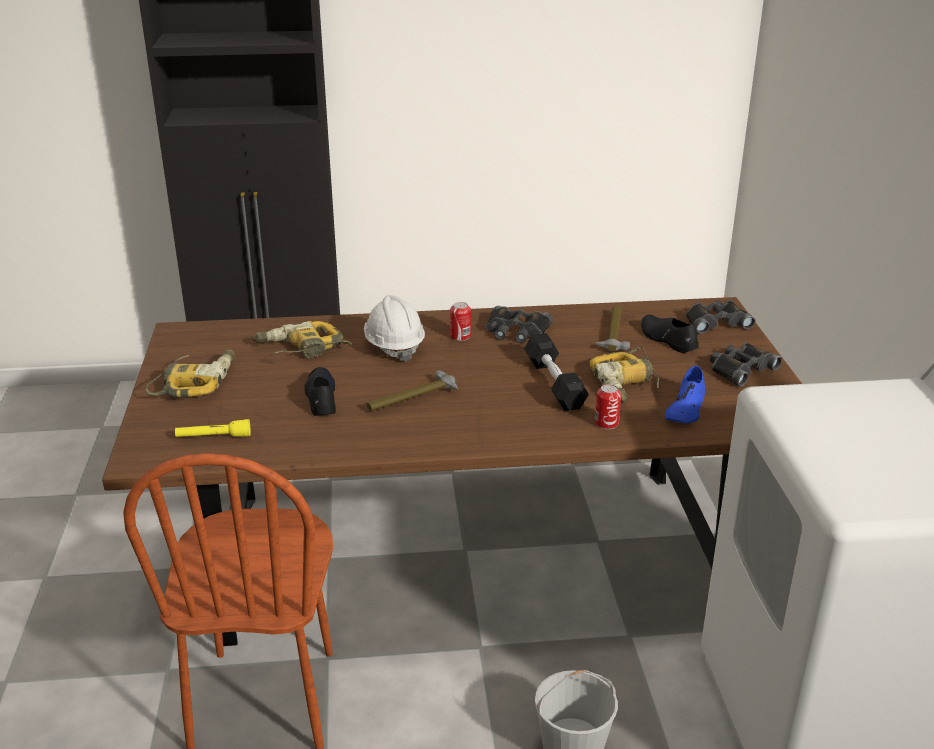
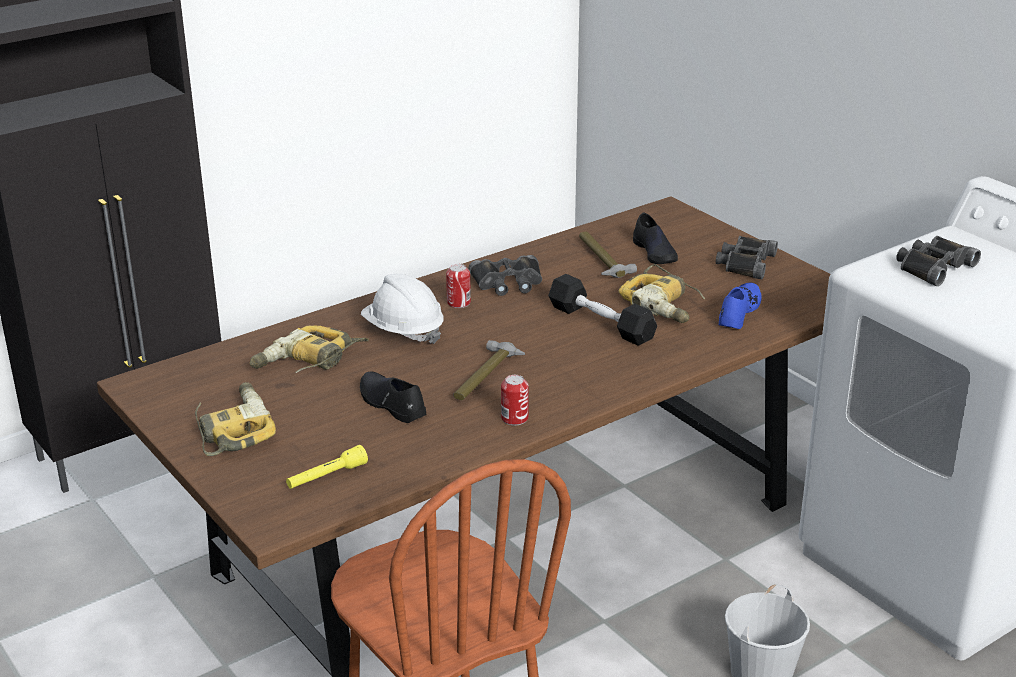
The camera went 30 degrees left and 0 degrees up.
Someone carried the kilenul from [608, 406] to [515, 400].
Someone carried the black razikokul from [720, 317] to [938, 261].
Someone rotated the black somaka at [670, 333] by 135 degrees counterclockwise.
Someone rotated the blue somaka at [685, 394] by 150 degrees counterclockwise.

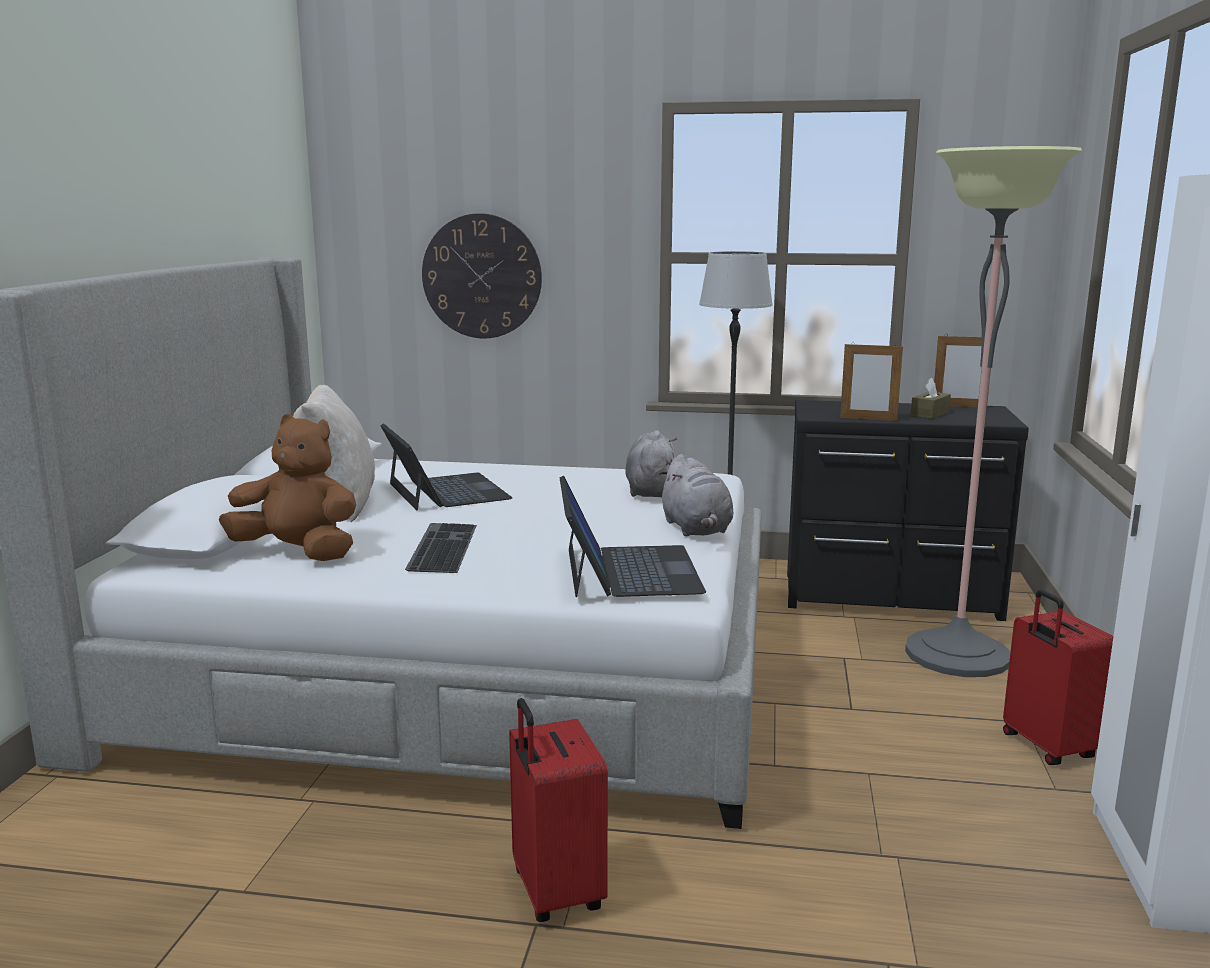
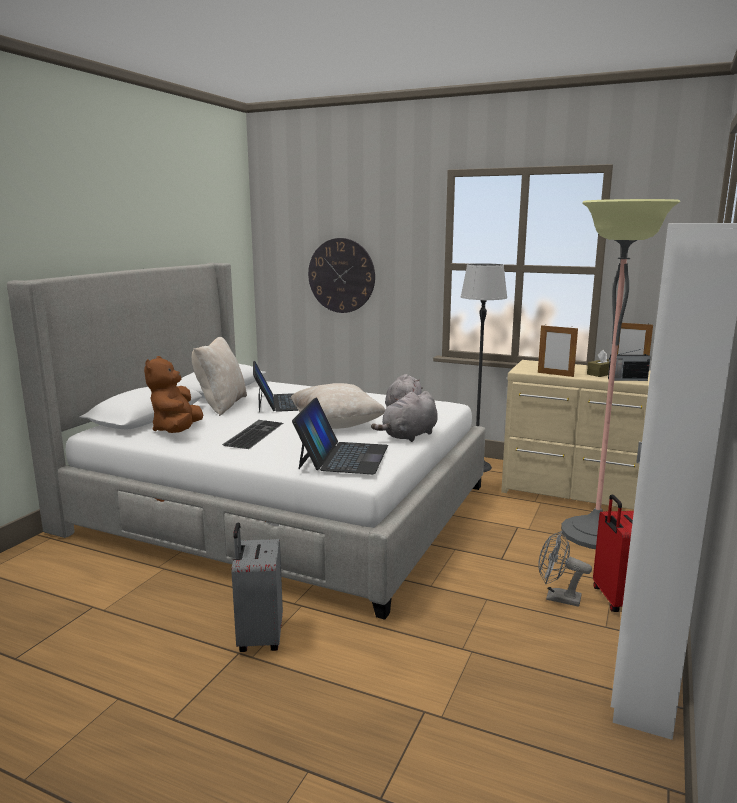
The camera went 15 degrees right and 0 degrees up.
Someone put down the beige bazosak at [337, 406].
Someone put down the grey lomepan at [565, 569].
Someone put down the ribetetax at [629, 364].
Someone repainted the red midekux at [558, 810], which became the grey midekux at [257, 587].
Someone repainted the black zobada at [908, 510], which became the beige zobada at [575, 435].
Someone rotated the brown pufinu at [287, 487] by 120 degrees counterclockwise.
Someone rotated the grey pufinu at [696, 495] by 45 degrees clockwise.

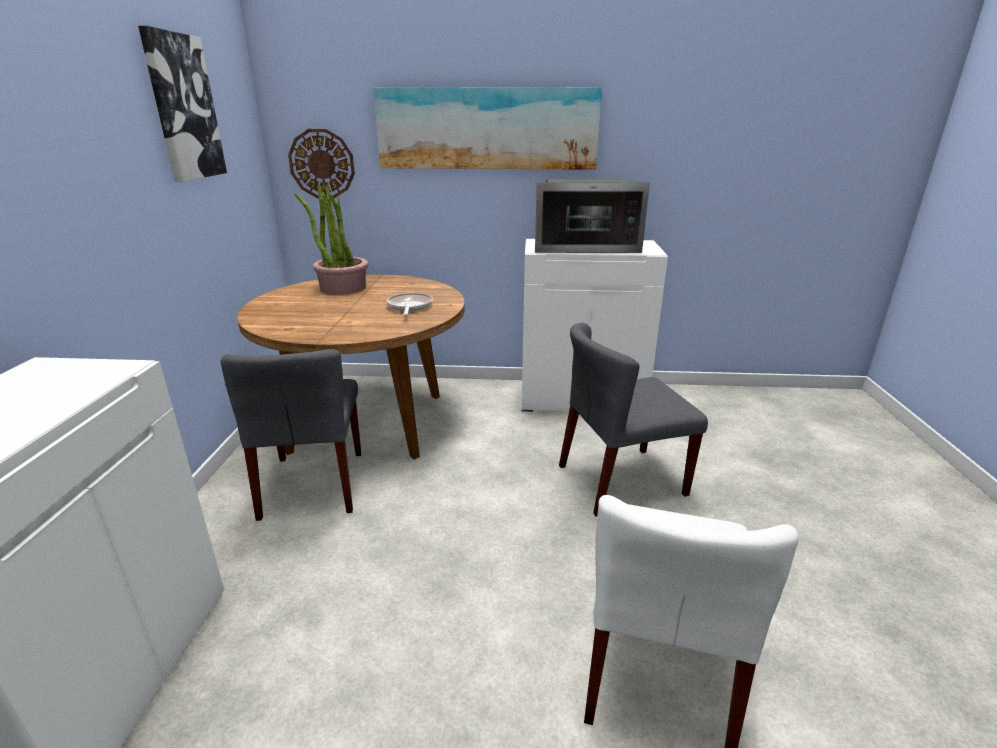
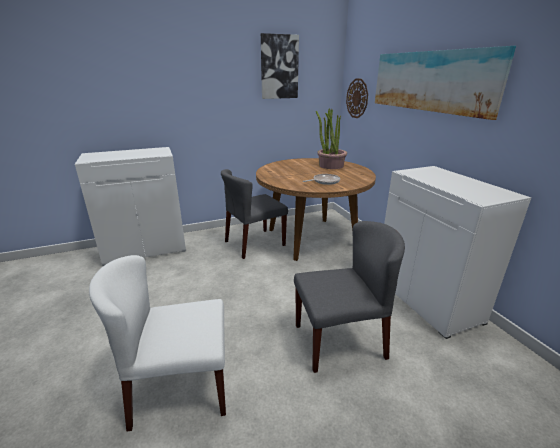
The camera went 65 degrees right and 0 degrees up.
Someone took away the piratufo at [592, 216].
Someone rotated the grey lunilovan at [633, 419] by 120 degrees clockwise.

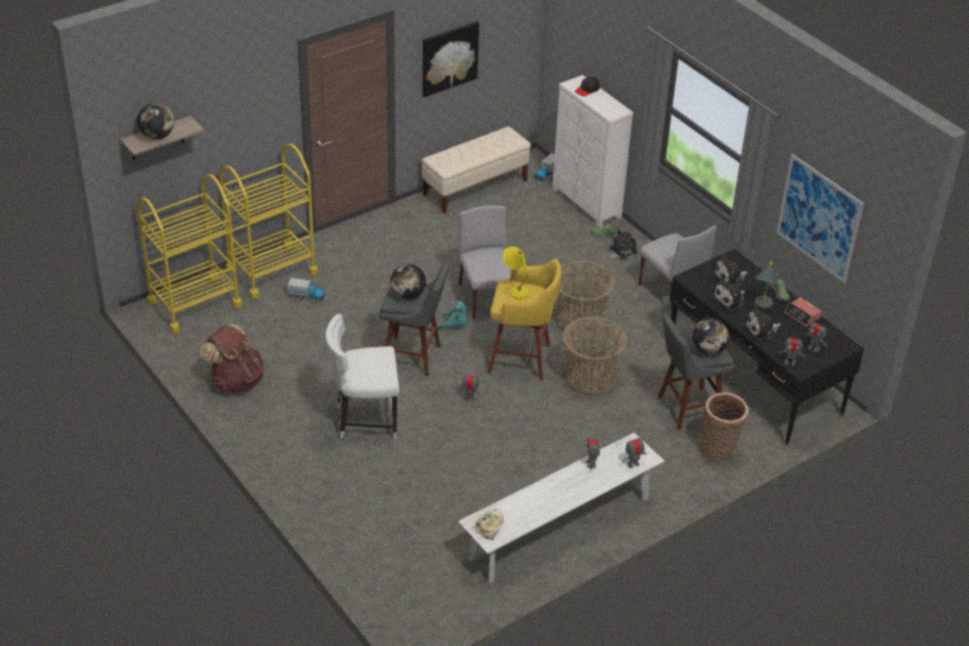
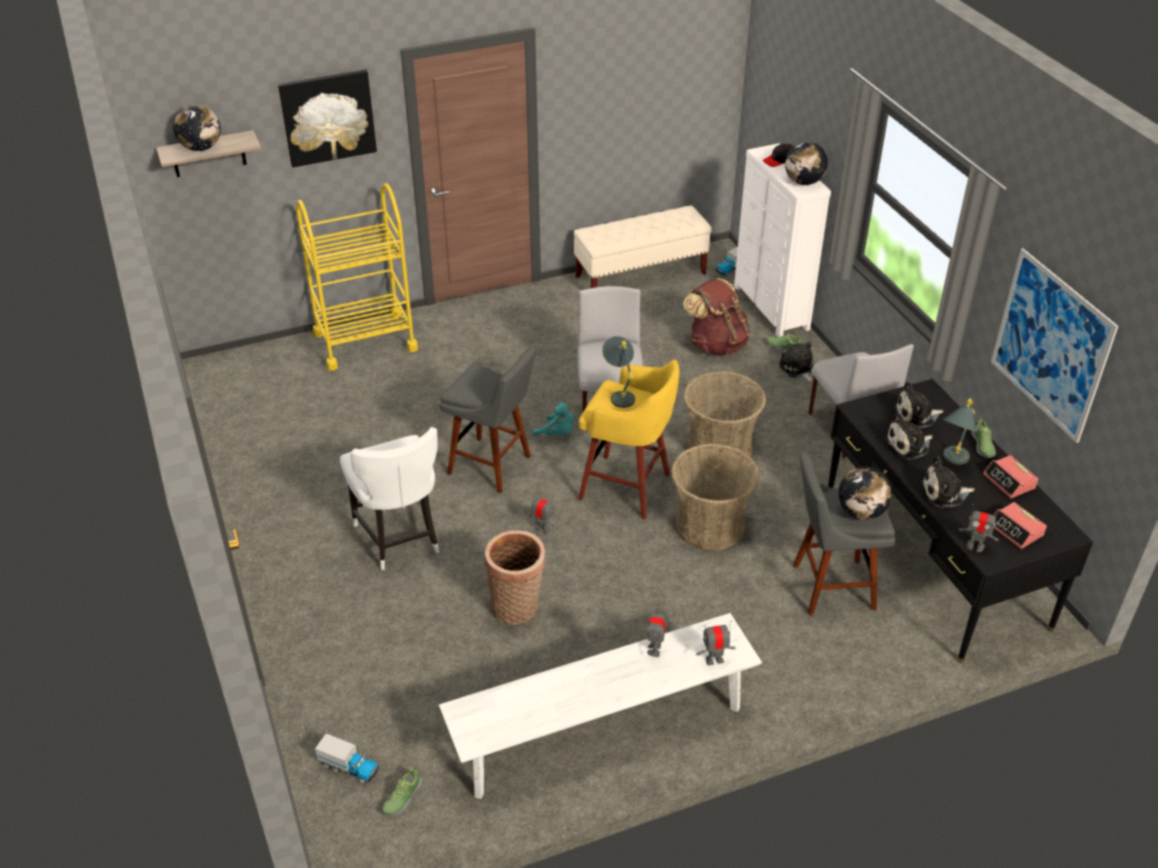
The camera went 15 degrees right and 0 degrees up.
Someone took away the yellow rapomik at [189, 253].
Someone took away the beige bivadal at [489, 524].
Someone put down the somaka at [402, 791].
Someone carried the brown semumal from [232, 358] to [716, 316].
Someone carried the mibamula from [306, 290] to [347, 759].
Someone carried the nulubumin from [408, 282] to [806, 163].
Someone carried the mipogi from [450, 59] to [327, 118].
Someone carried the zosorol from [724, 427] to [515, 577].
Someone swapped the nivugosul at [816, 335] for the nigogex at [1020, 525].
Someone repainted the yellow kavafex at [516, 272], which became the grey kavafex at [618, 372].
Someone rotated the white lunilovan at [362, 376] by 120 degrees counterclockwise.
Someone rotated the pufinu at [623, 244] by 90 degrees counterclockwise.

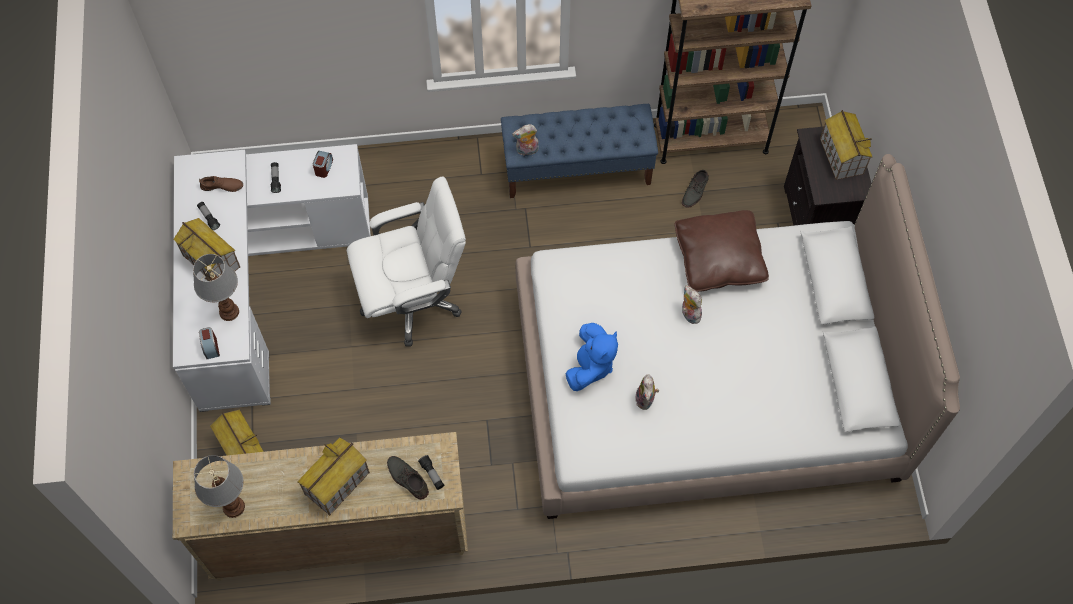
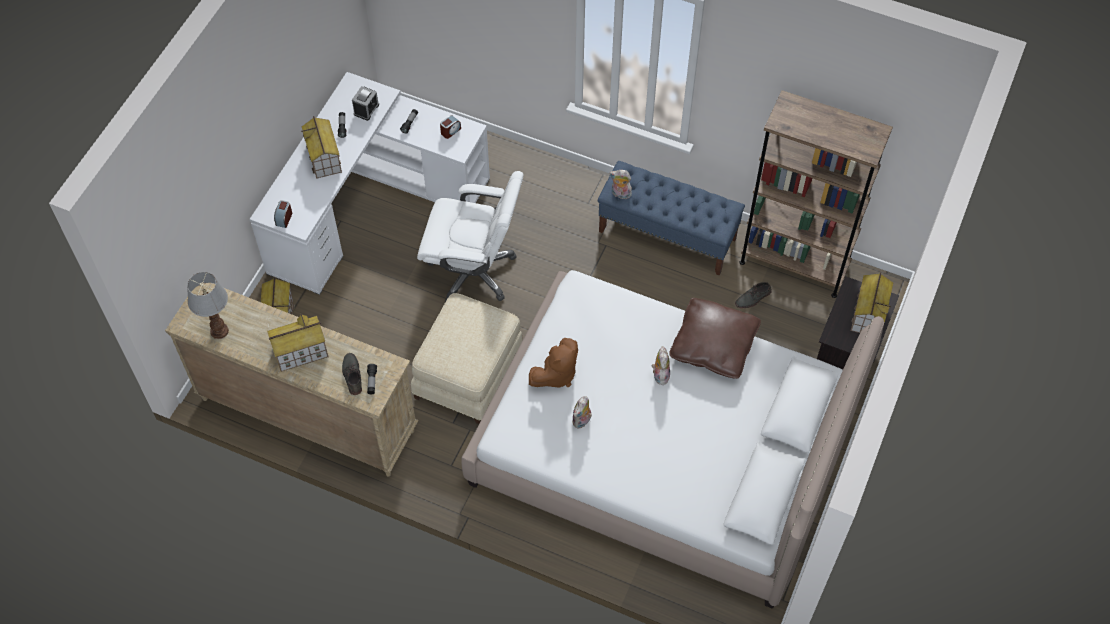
The camera went 30 degrees right and 5 degrees down.
Someone took away the kavafex at [216, 287].
Someone put down the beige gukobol at [467, 358].
Someone swapped the brown somaka at [221, 184] for the nigogex at [365, 103].
Someone repainted the blue pufinu at [592, 357], which became the brown pufinu at [553, 363].

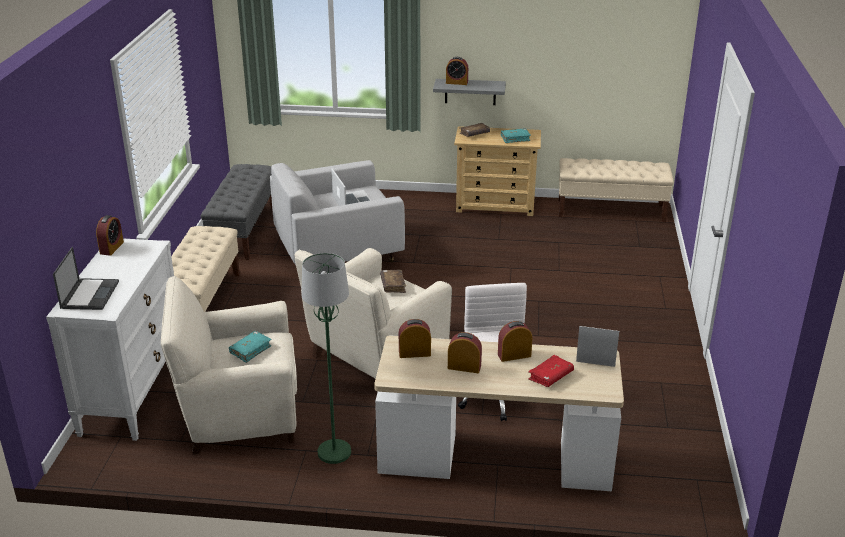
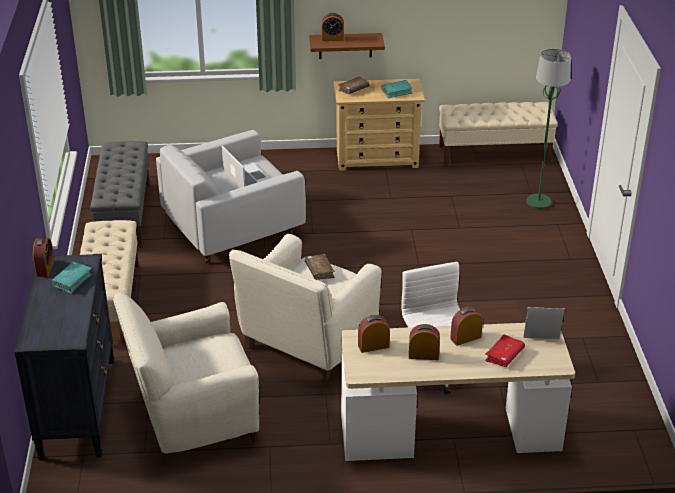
The camera went 10 degrees left and 5 degrees up.
Someone took away the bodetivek at [86, 278].
Someone carried the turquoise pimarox from [250, 347] to [71, 277].
Someone carried the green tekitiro from [326, 358] to [548, 129].
Someone repainted the white zobada at [110, 340], which became the black zobada at [64, 357].
Someone repainted the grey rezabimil at [469, 92], which became the brown rezabimil at [347, 46].

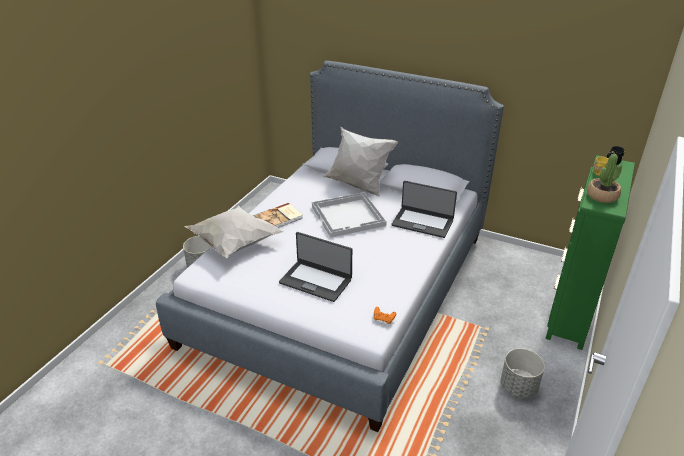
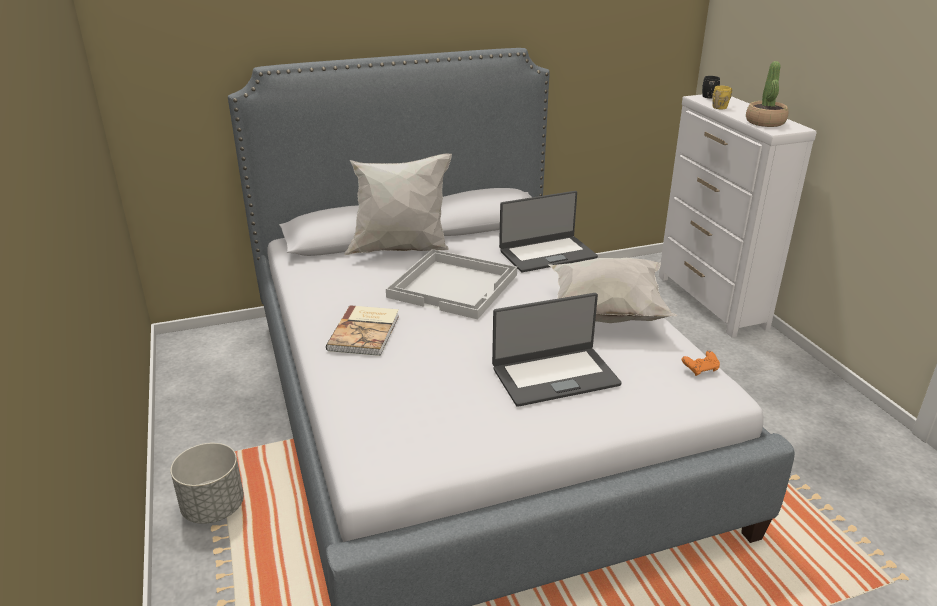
The camera went 45 degrees left and 5 degrees down.
Someone took away the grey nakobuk at [523, 373].
Someone carried the white bazosak from [234, 232] to [612, 290].
Someone repainted the green zobada at [590, 252], which became the white zobada at [738, 216].

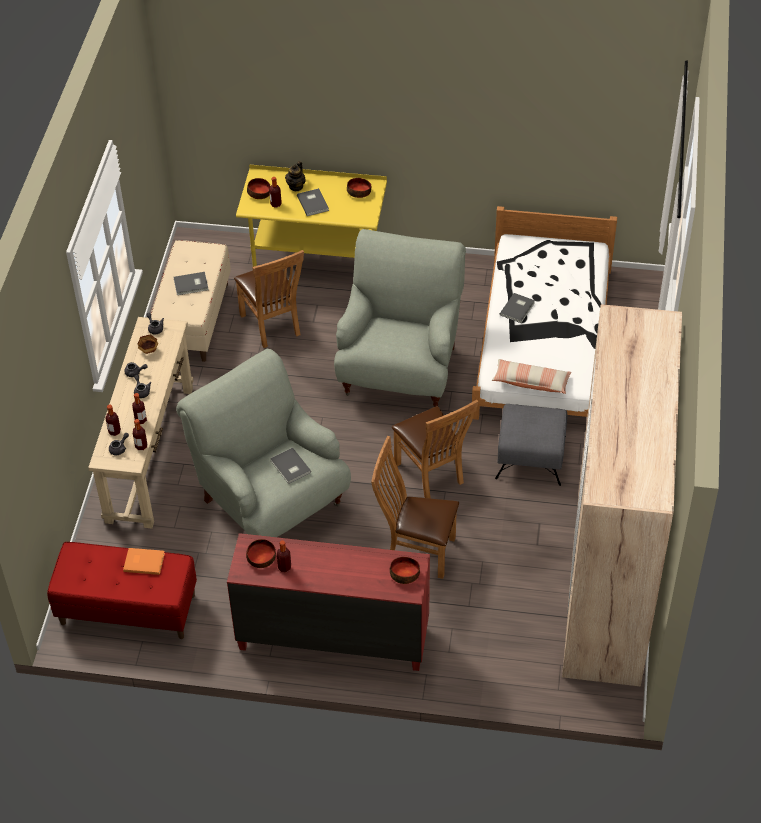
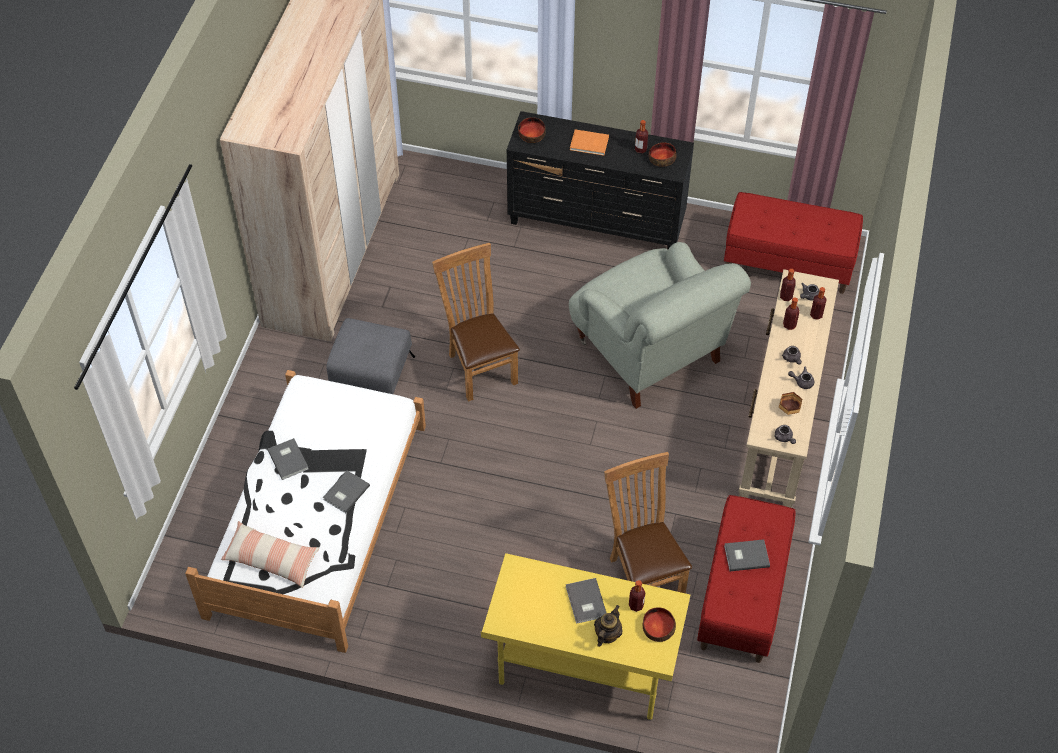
The camera went 175 degrees left and 5 degrees up.
Someone took away the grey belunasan at [400, 318].
Someone took away the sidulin at [359, 188].
Someone took away the brown lunilovan at [415, 507].
Someone carried the orange pimarox from [144, 561] to [589, 142].
Someone carried the grey pimarox from [290, 466] to [288, 459].
Someone carried the bazosak from [531, 376] to [270, 554].
Someone repainted the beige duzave at [191, 301], which became the red duzave at [746, 579].
Someone repainted the red zobada at [328, 602], which became the black zobada at [600, 180].

